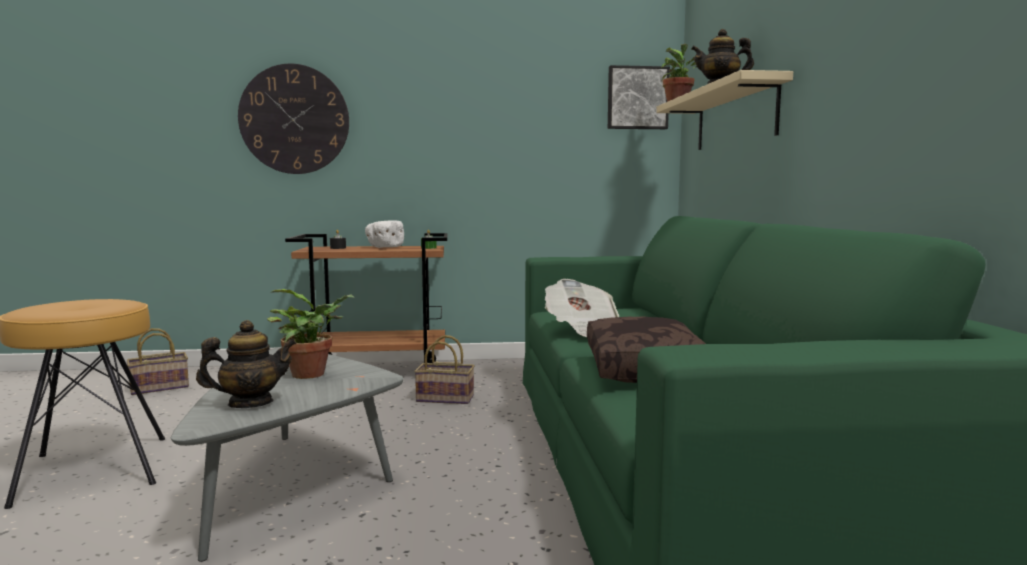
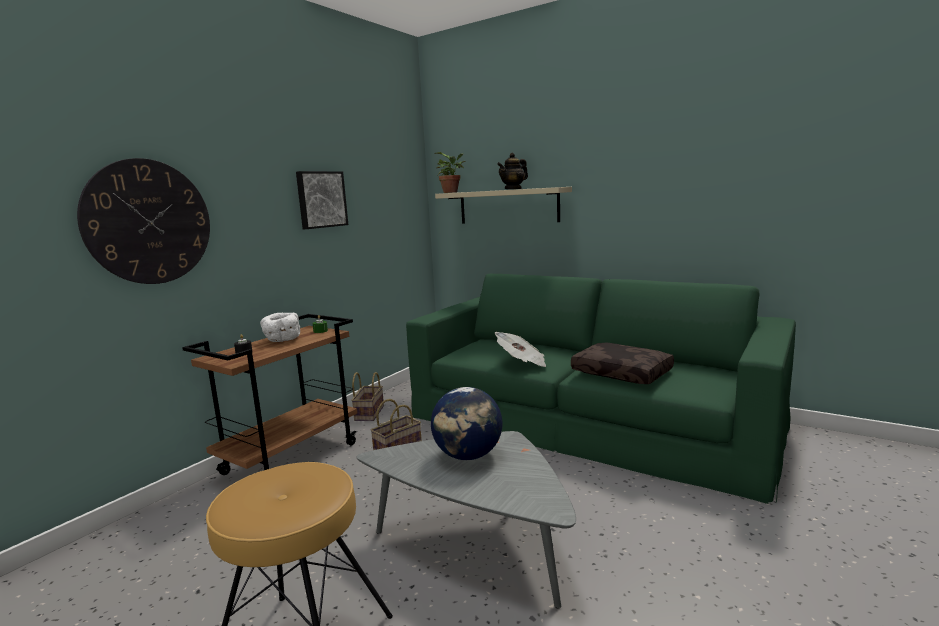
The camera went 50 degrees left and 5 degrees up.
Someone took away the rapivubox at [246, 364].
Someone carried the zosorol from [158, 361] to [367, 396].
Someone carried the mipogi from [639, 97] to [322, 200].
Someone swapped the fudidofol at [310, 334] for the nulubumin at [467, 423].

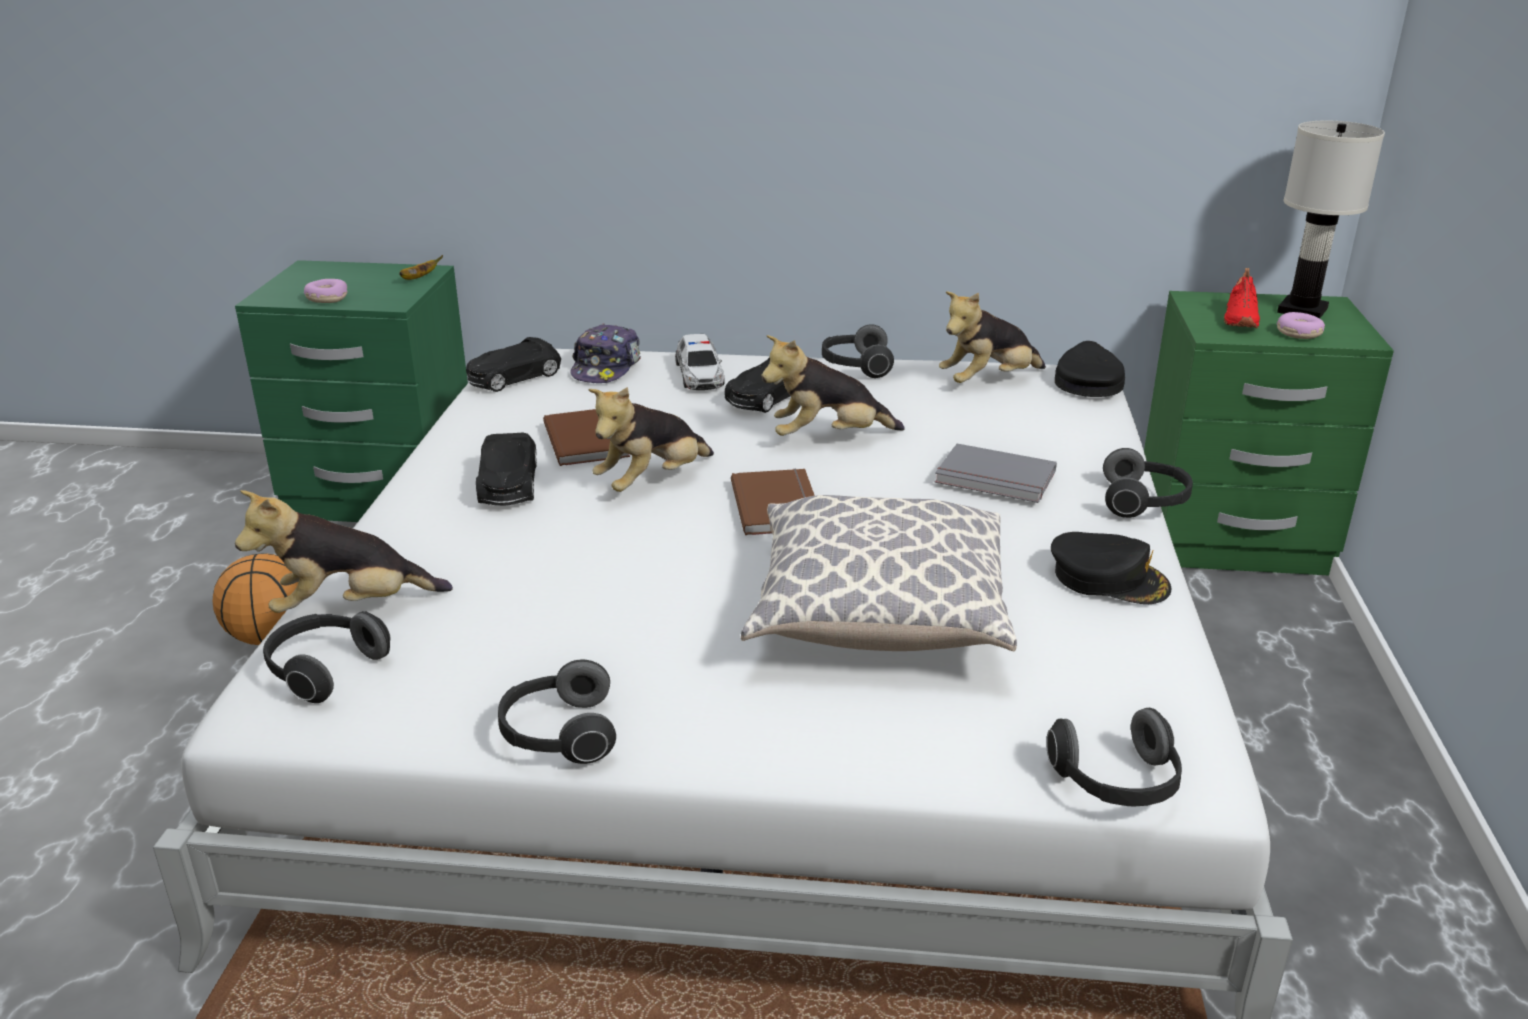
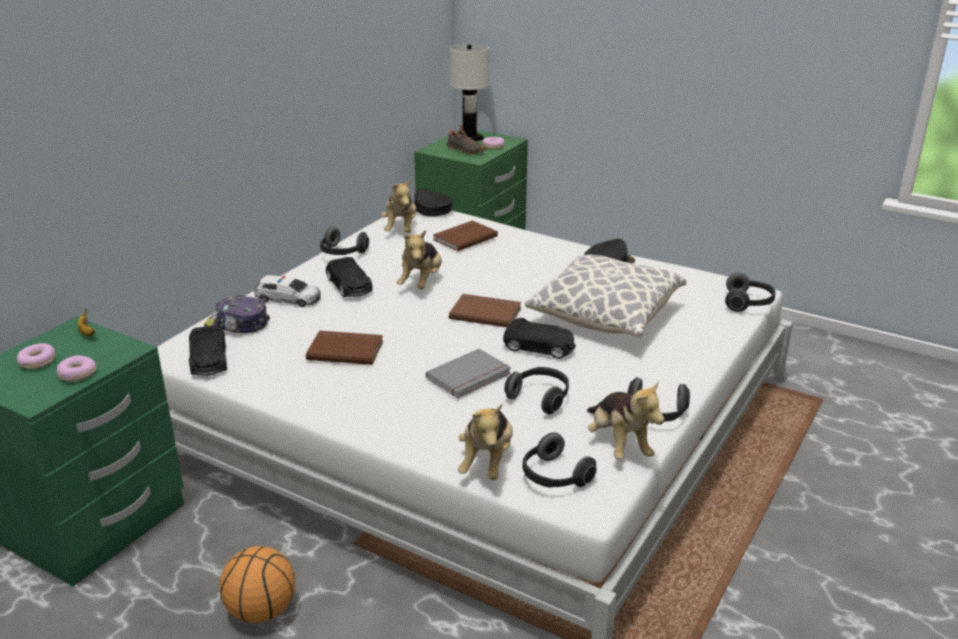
The camera went 65 degrees left and 0 degrees up.
Someone put down the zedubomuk at [36, 356].
Someone put down the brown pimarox at [465, 236].
Someone carried the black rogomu from [506, 469] to [539, 338].
Someone carried the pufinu from [651, 439] to [625, 420].
Someone carried the grey pimarox from [996, 473] to [468, 374].
Someone carried the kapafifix from [1148, 483] to [536, 390].
Someone repainted the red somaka at [1242, 298], which became the black somaka at [466, 139].
Someone rotated the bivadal at [605, 353] by 150 degrees clockwise.

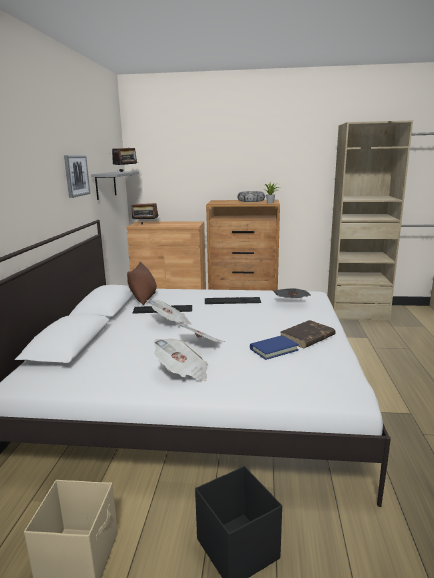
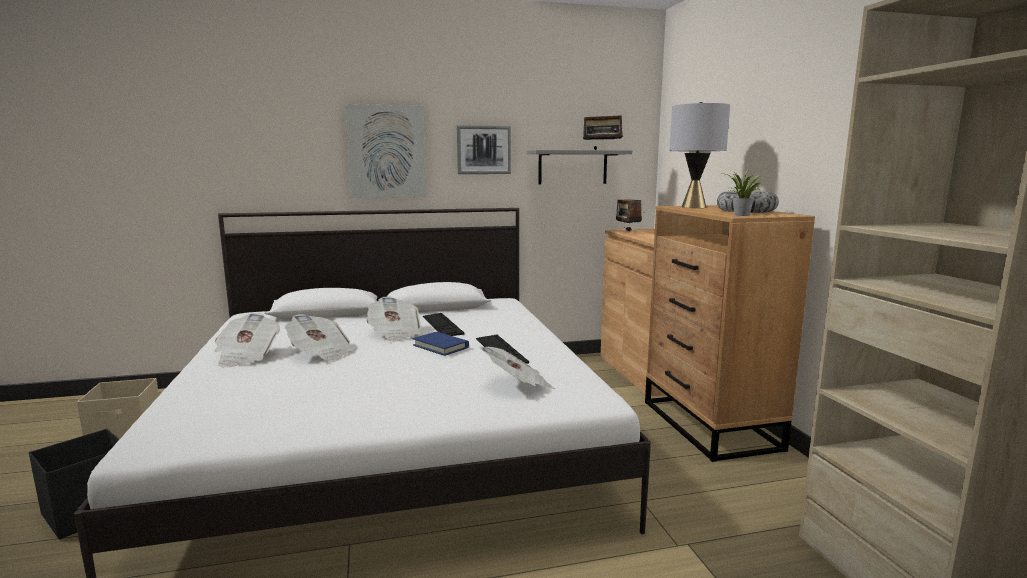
The camera went 70 degrees right and 5 degrees down.
Someone took away the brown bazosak at [142, 283].
Someone took away the brown pimarox at [308, 334].
Someone put up the mipogi at [386, 151].
Someone put down the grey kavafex at [699, 155].
Someone carried the blue pimarox from [274, 347] to [441, 344].

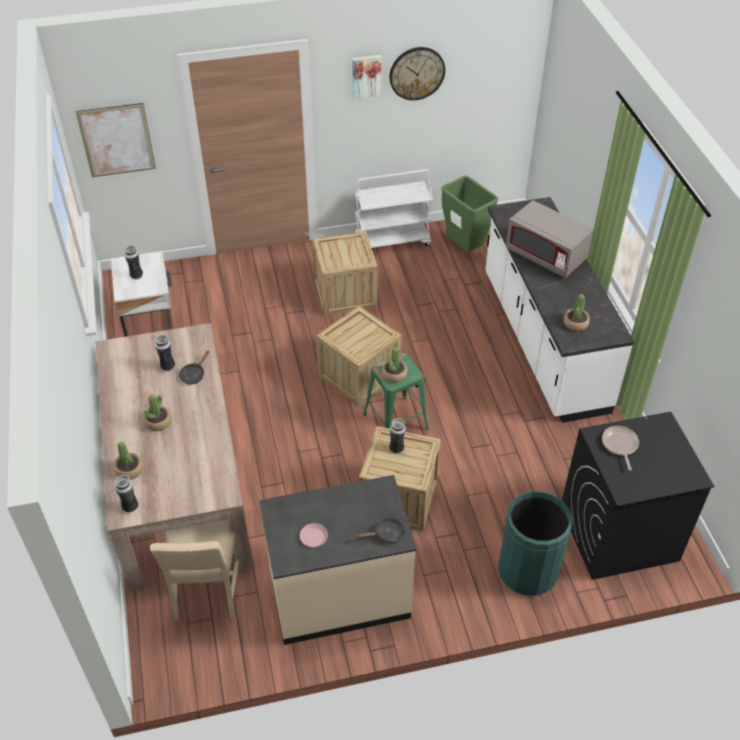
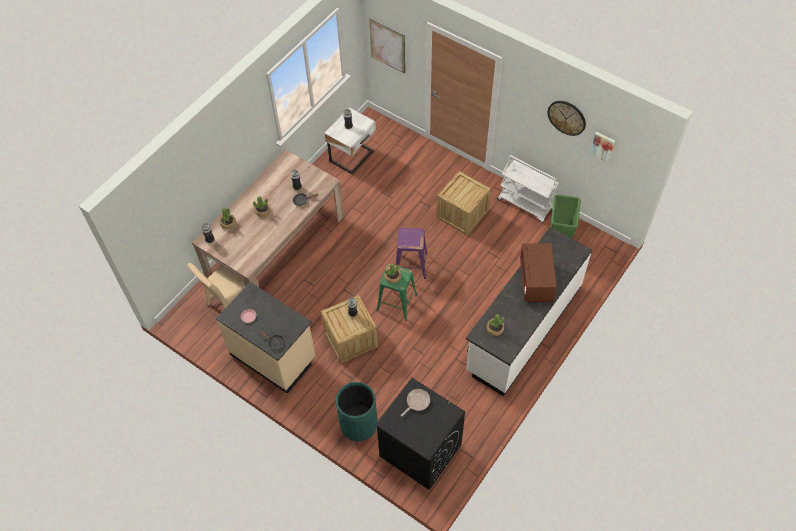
The camera went 50 degrees right and 10 degrees up.
Someone carried the mipogi from [367, 77] to [602, 147].
Someone swapped the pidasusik at [359, 356] for the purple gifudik at [411, 253].
Someone repainted the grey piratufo at [549, 239], which became the brown piratufo at [538, 272].

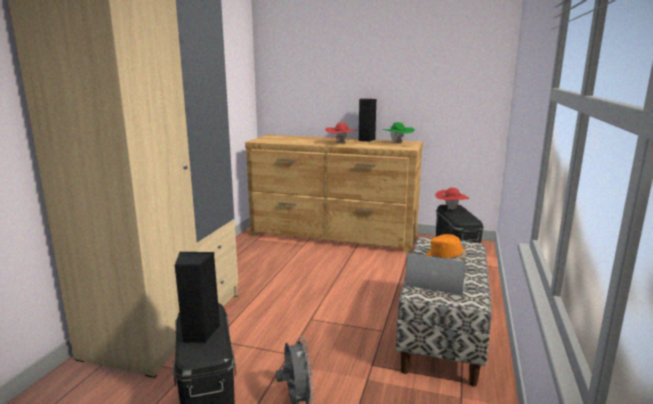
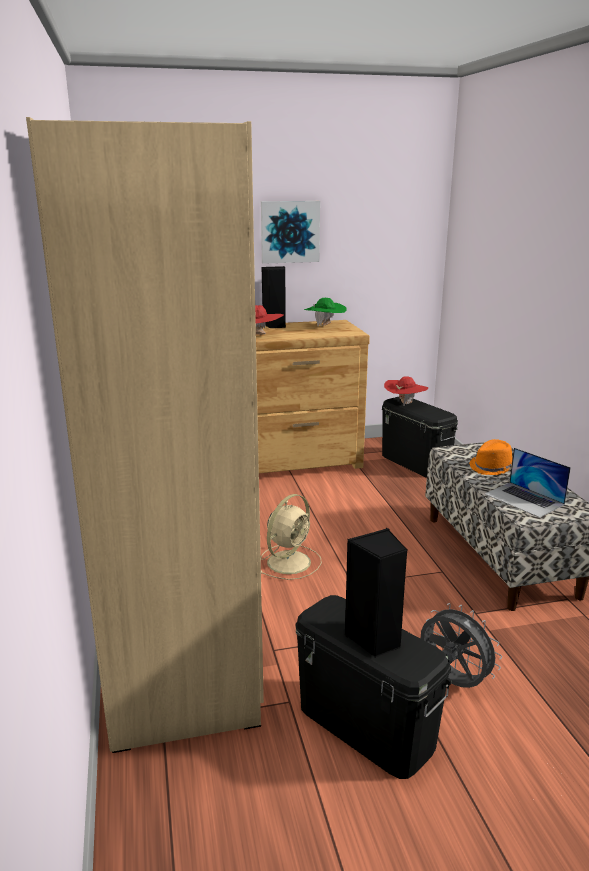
The camera went 30 degrees left and 5 degrees up.
Someone put up the mipogi at [290, 232].
Someone put down the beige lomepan at [291, 537].
Someone rotated the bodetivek at [435, 274] by 120 degrees counterclockwise.

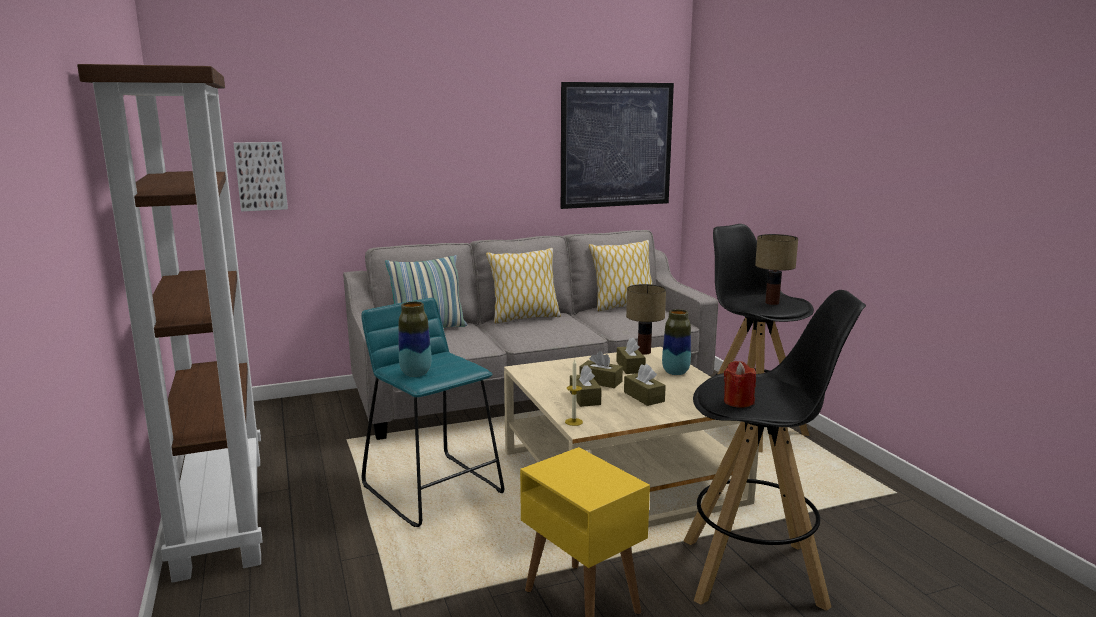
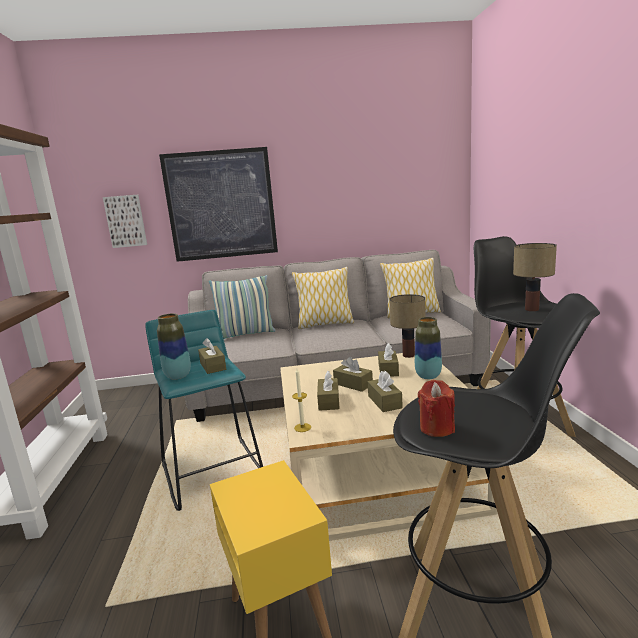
The camera went 15 degrees right and 0 degrees up.
Someone put down the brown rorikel at [212, 356].
Someone carried the mipogi from [617, 145] to [218, 204].

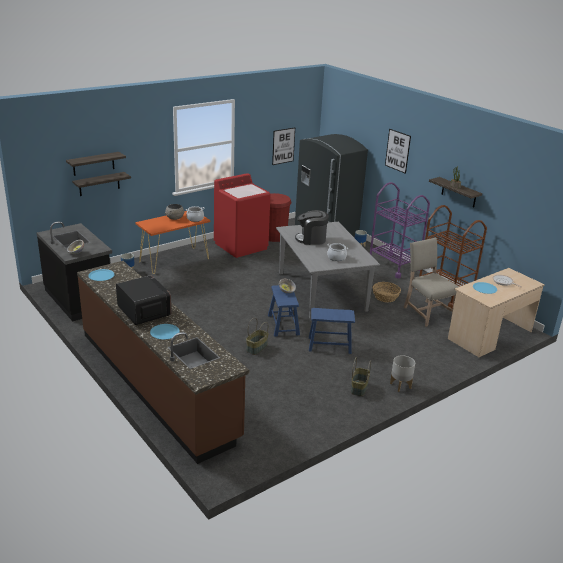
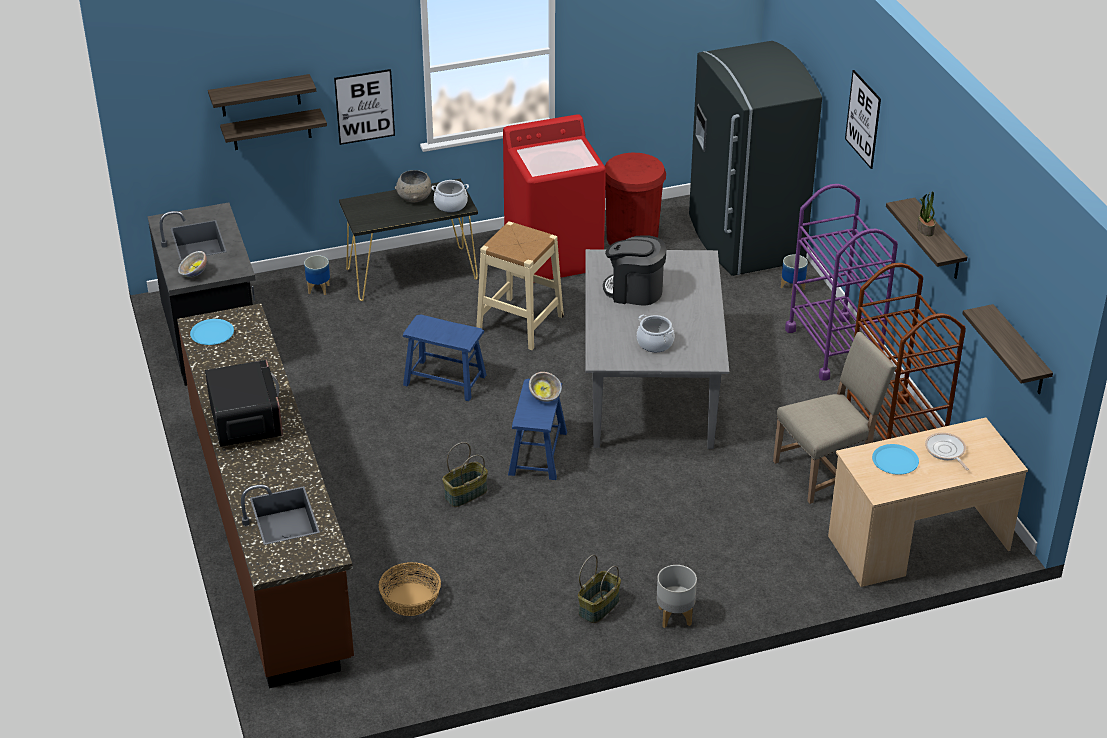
The camera went 20 degrees right and 10 degrees up.
Someone took away the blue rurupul at [165, 332].
Someone put down the beige gifudik at [520, 285].
Someone put up the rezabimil at [1008, 349].
Someone carried the mipogi from [283, 146] to [364, 107].
Someone carried the blue gifudik from [332, 331] to [445, 358].
Someone carried the zosorol from [387, 292] to [410, 589].
Someone repainted the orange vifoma at [172, 242], which became the black vifoma at [408, 240].
Someone rotated the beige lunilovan at [431, 282] by 75 degrees clockwise.

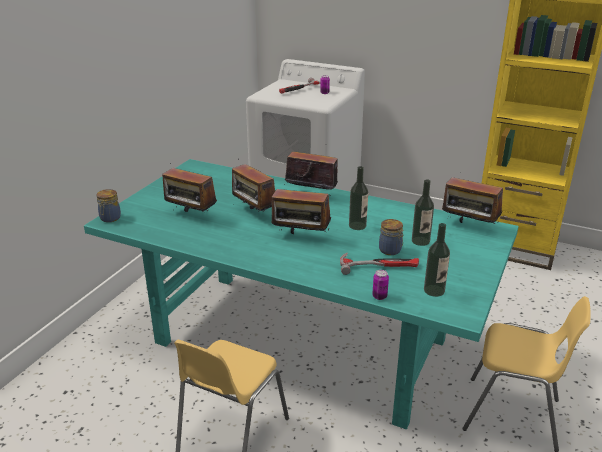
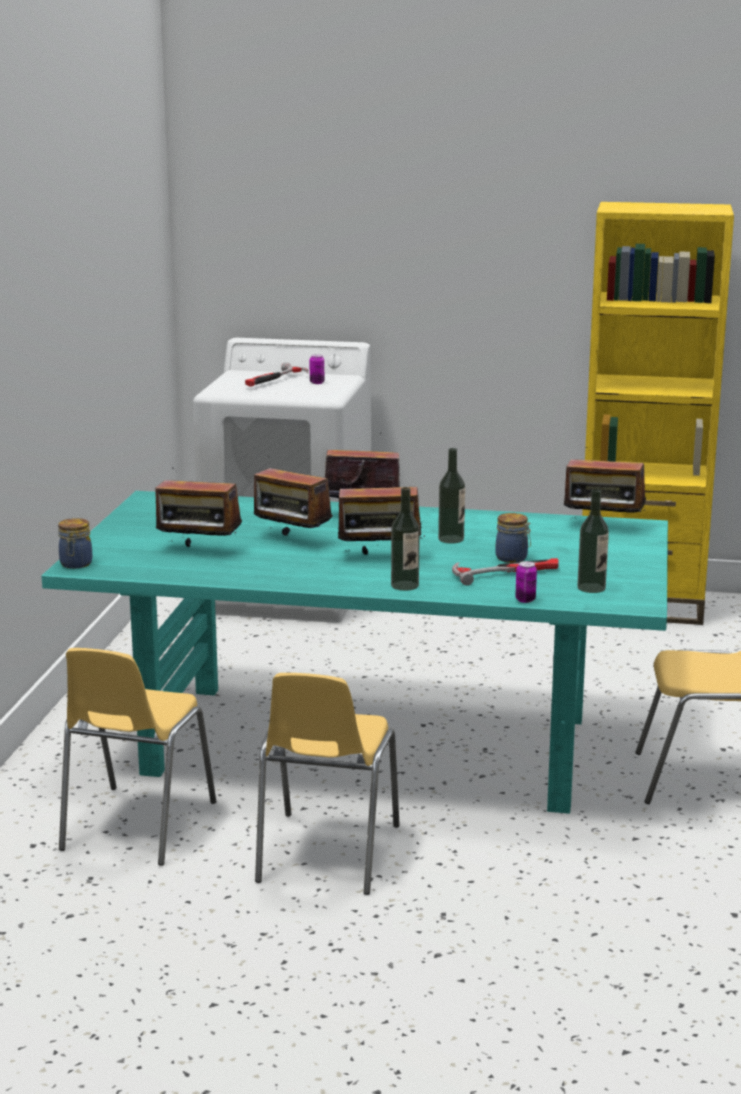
The camera went 15 degrees left and 10 degrees down.
Someone put down the yellow lunilovan at [137, 757].
Someone carried the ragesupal from [423, 212] to [405, 539].

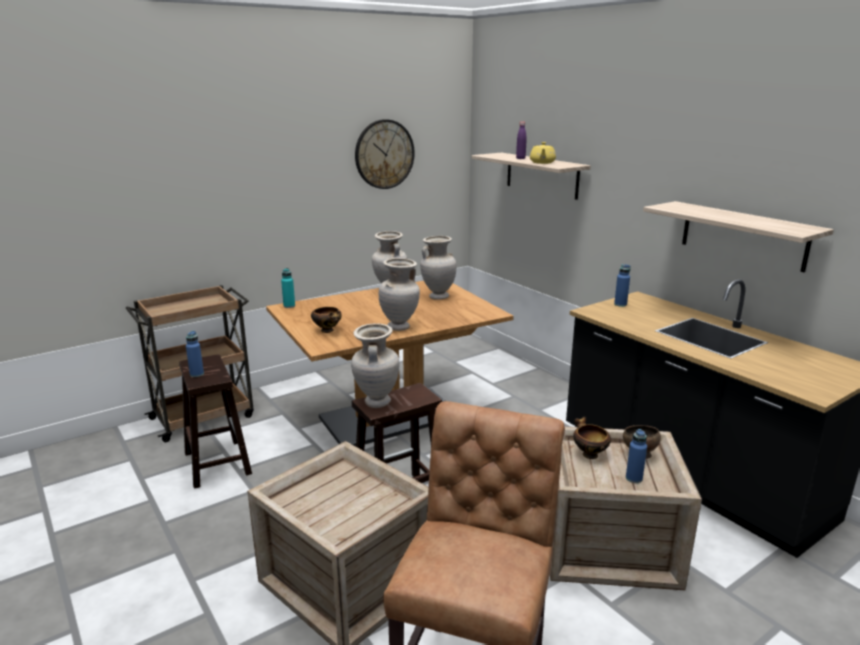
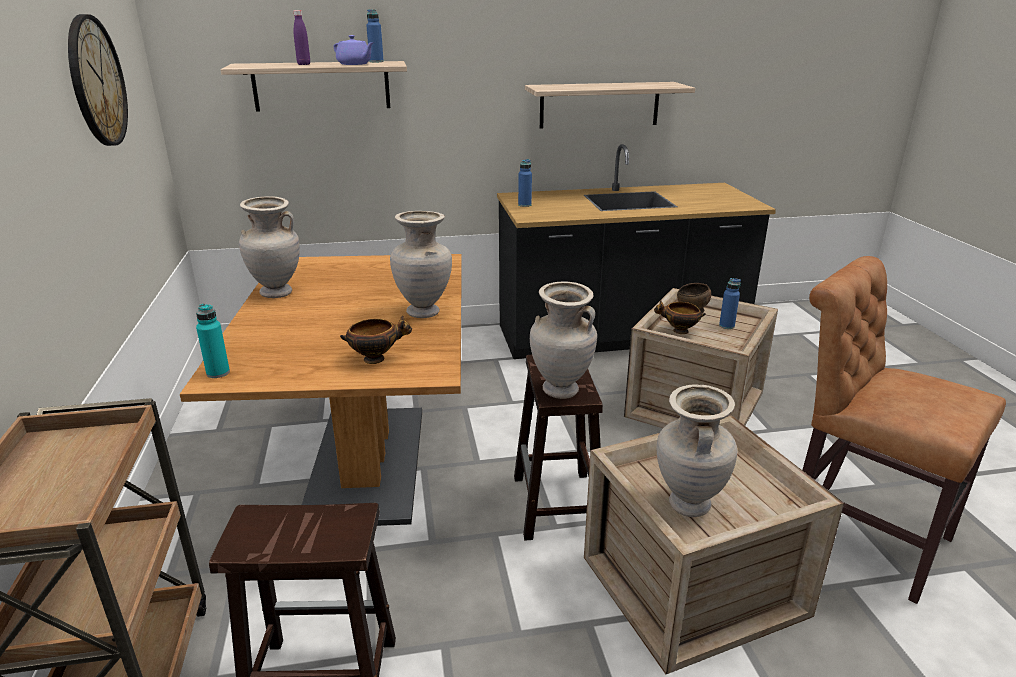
The camera went 65 degrees left and 5 degrees up.
Someone carried the blue ragesupal from [195, 354] to [375, 36].
Someone carried the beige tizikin from [438, 268] to [697, 450].
Someone repainted the yellow rapivubox at [543, 153], which became the purple rapivubox at [353, 50].

